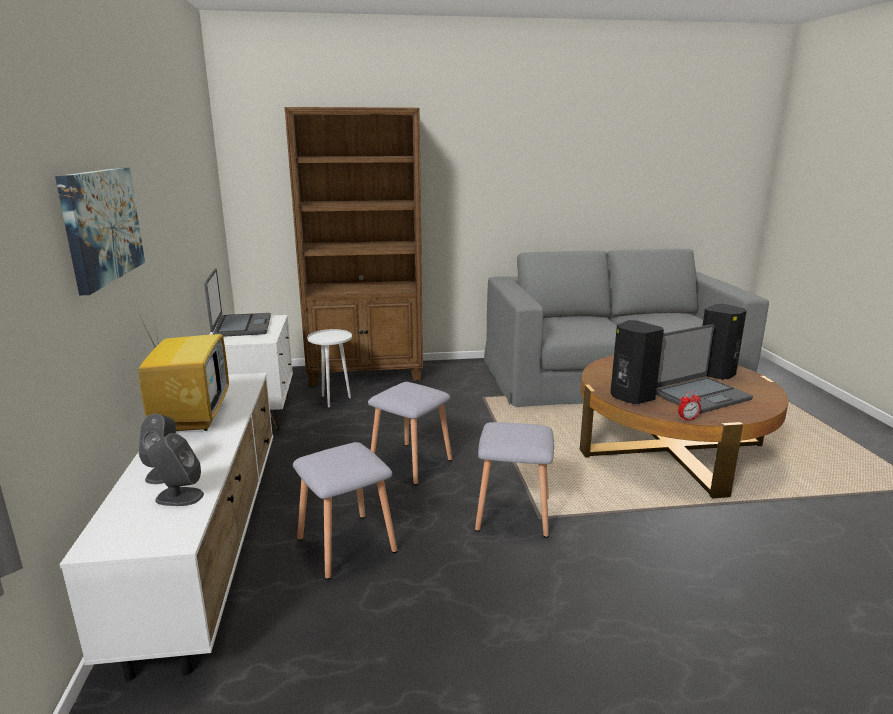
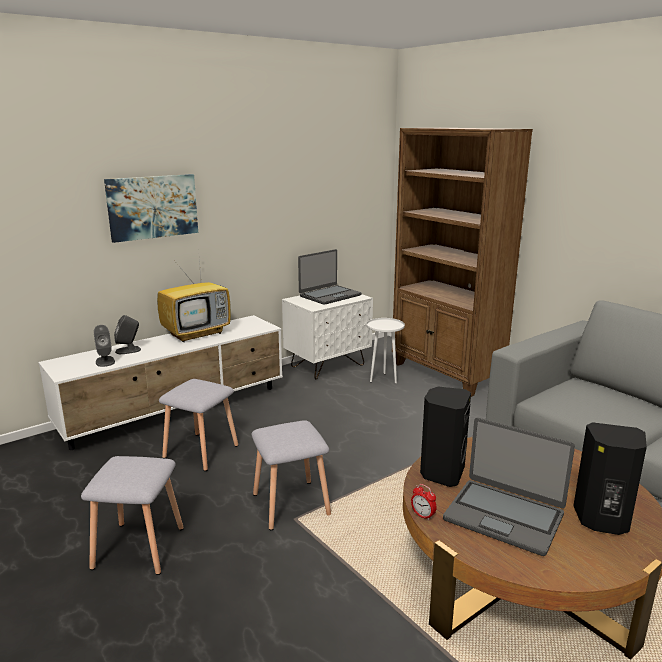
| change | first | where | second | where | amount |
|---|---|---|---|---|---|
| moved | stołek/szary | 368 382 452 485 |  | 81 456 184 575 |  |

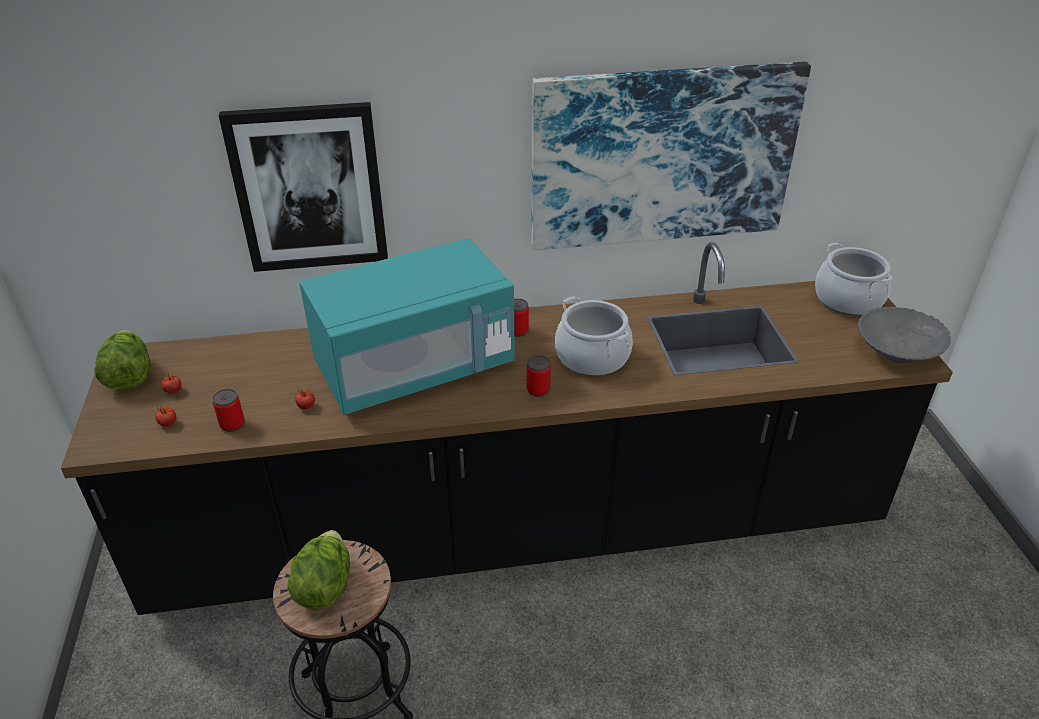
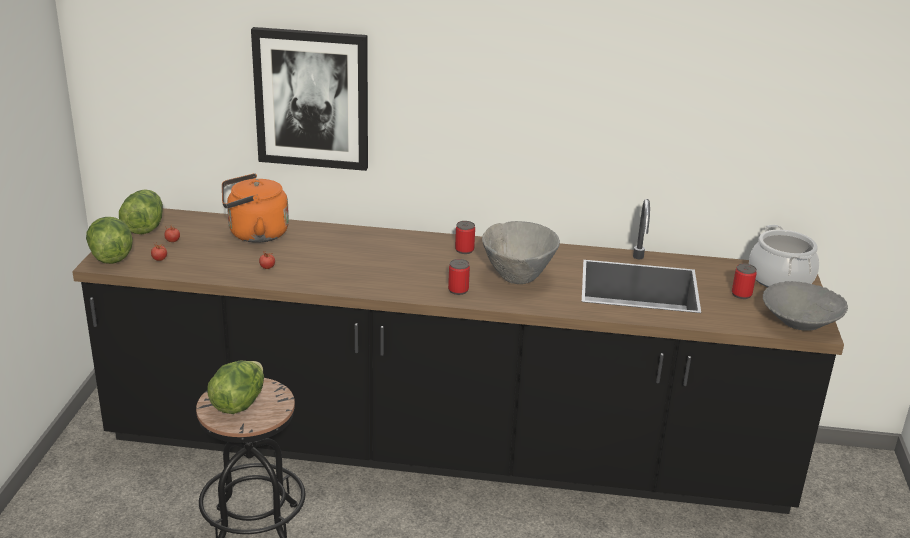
| change | first | where | second | where | amount |
|---|---|---|---|---|---|
| removed | obraz | 531 62 811 250 |  |  |  |
| removed | mikrofalówka/turkusowy | 300 238 515 415 |  |  |  |
| replaced | garnek | 555 296 633 376 | miska/szary | 482 221 560 284 |  |
| moved | puszka | 212 389 245 432 |  | 732 264 757 299 |  |
| added |  |  | czajnik/pomarańczowy | 222 173 289 243 |  |
| added |  |  | sałata | 86 217 133 264 |  |

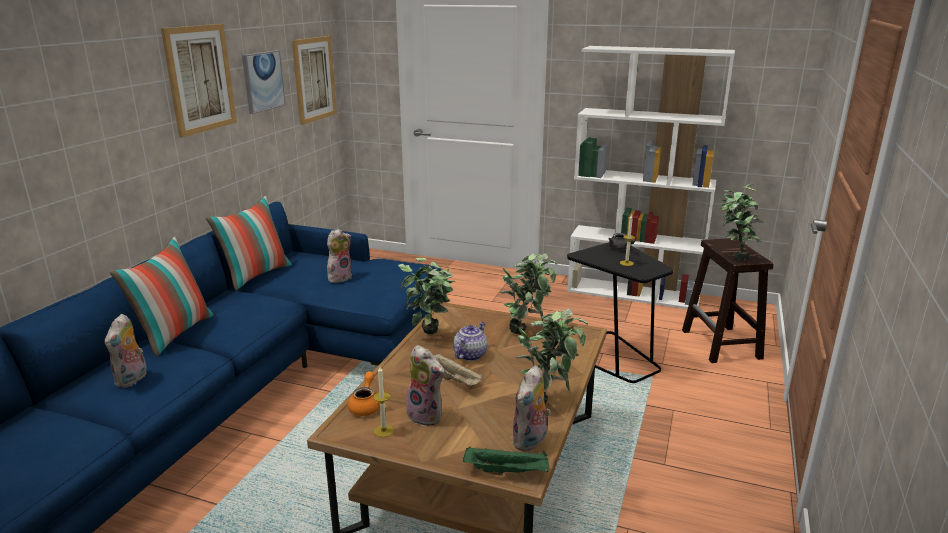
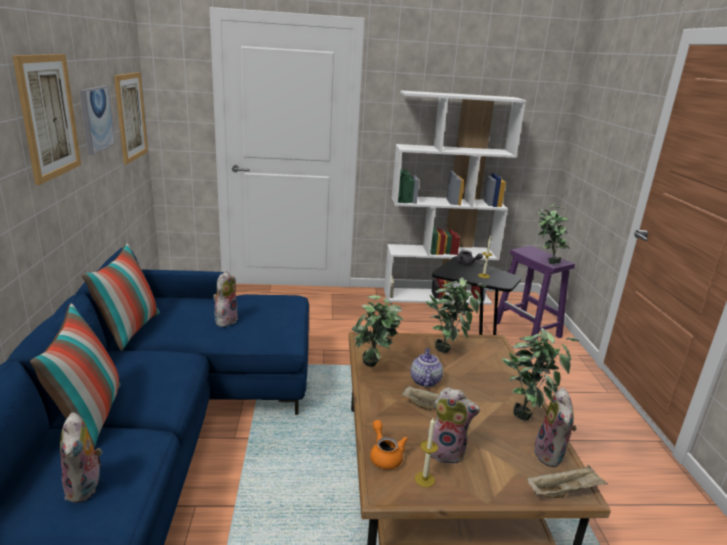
| change | first | where | second | where | amount |
|---|---|---|---|---|---|
| recoloured | stołek/brązowy | 682 238 774 363 | stołek/fioletowy | 497 246 575 344 |  |
| recoloured | taca/zielony | 463 447 549 476 | taca/beżowy | 527 465 608 498 |  |

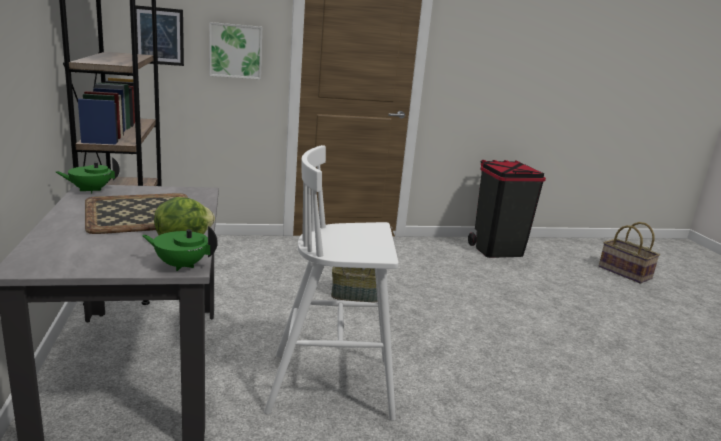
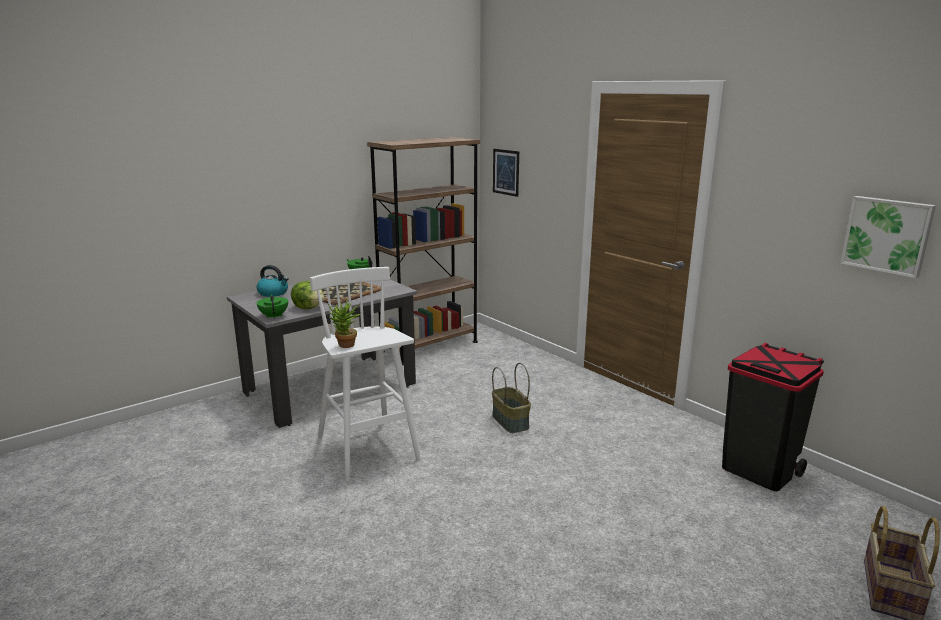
| change | first | where | second | where | amount |
|---|---|---|---|---|---|
| moved | obraz | 209 22 262 79 |  | 840 196 936 278 |  |
| added |  |  | czajnik | 257 265 288 297 |  |
| added |  |  | roślina doniczkowa | 328 299 361 348 |  |

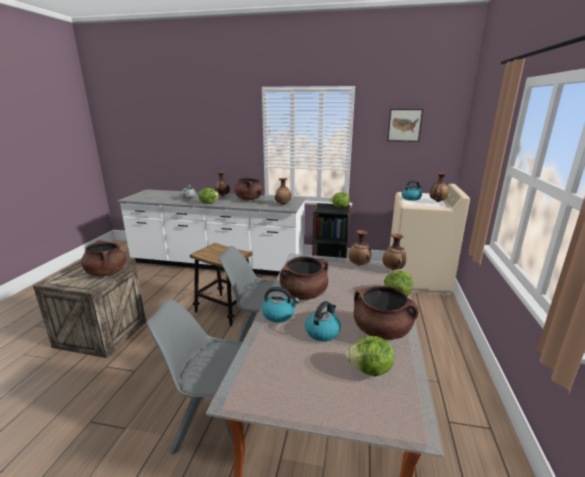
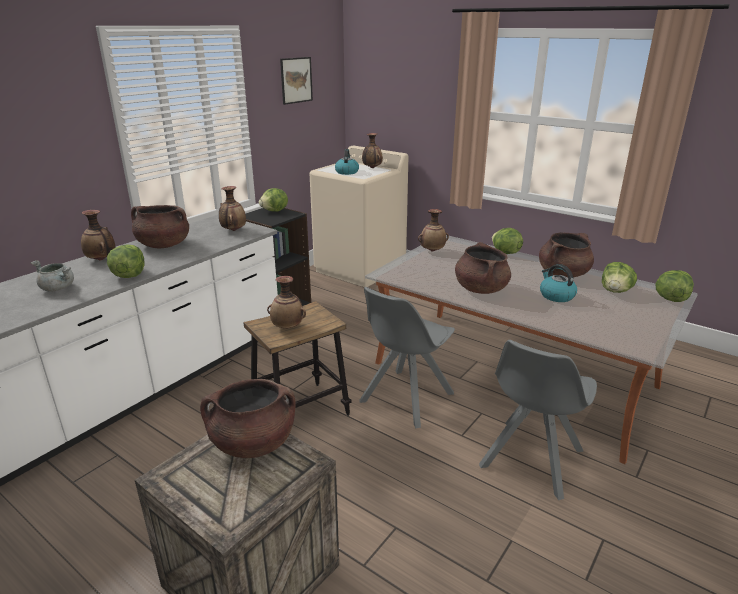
| change | first | where | second | where | amount |
|---|---|---|---|---|---|
| moved | wazon | 383 234 406 270 |  | 267 276 306 329 |  |
| removed | czajnik | 262 287 300 322 |  |  |  |
| added |  |  | sałata | 656 270 694 302 |  |

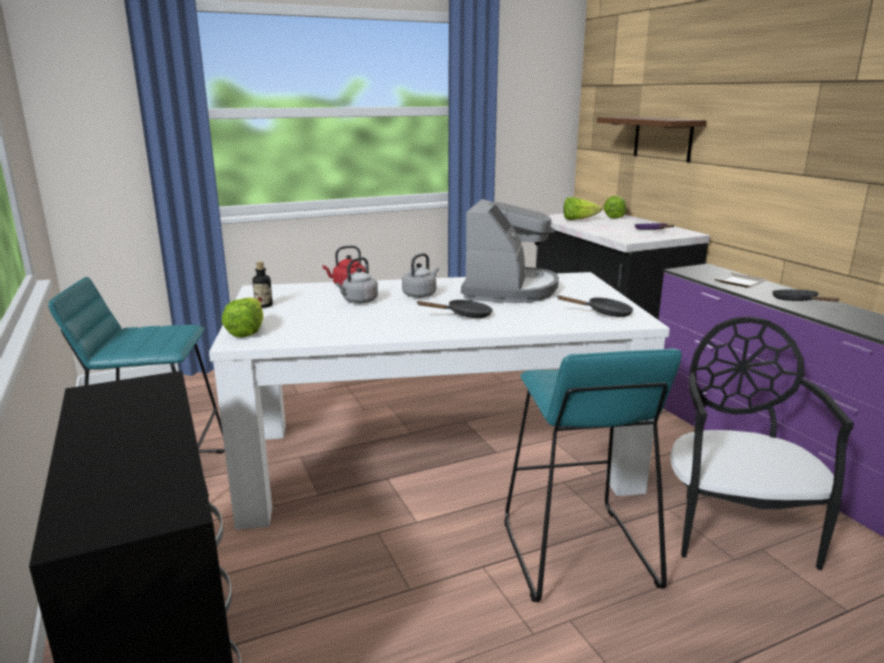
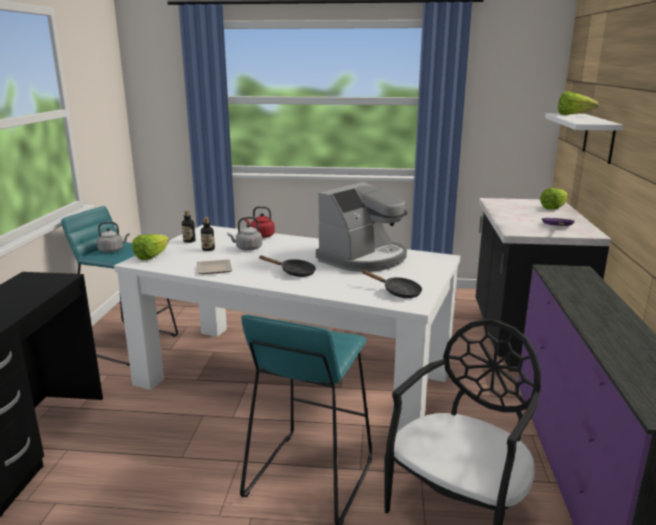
| change | first | where | second | where | amount |
|---|---|---|---|---|---|
| recoloured | półka/brązowy | 597 117 706 162 | półka/biały | 545 113 623 164 |  |
| moved | sałata | 563 197 602 220 |  | 558 91 599 115 |  |
| moved | czajnik/szary | 402 253 439 298 |  | 97 221 130 252 |  |
| moved | talerz | 714 272 767 288 |  | 197 259 232 274 |  |
| removed | patelnia/czarny | 772 289 840 302 |  |  |  |
| added |  |  | butelka | 201 217 215 251 |  |

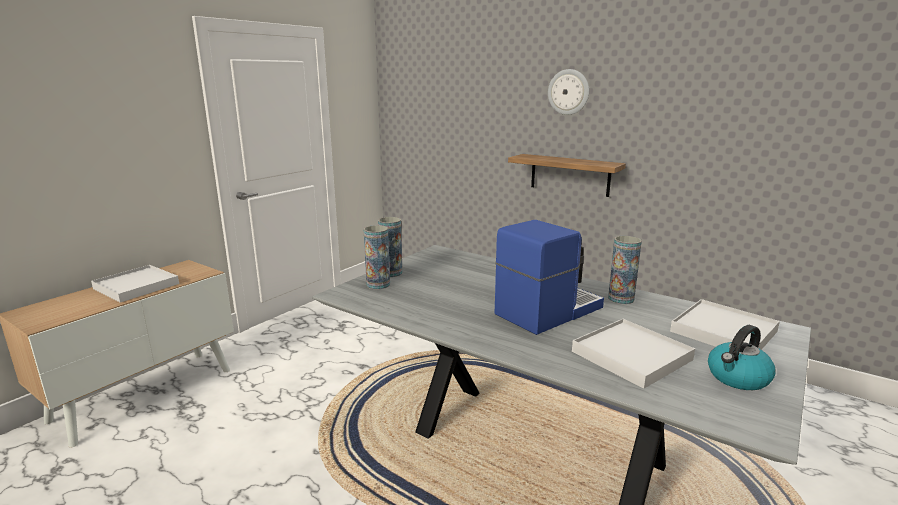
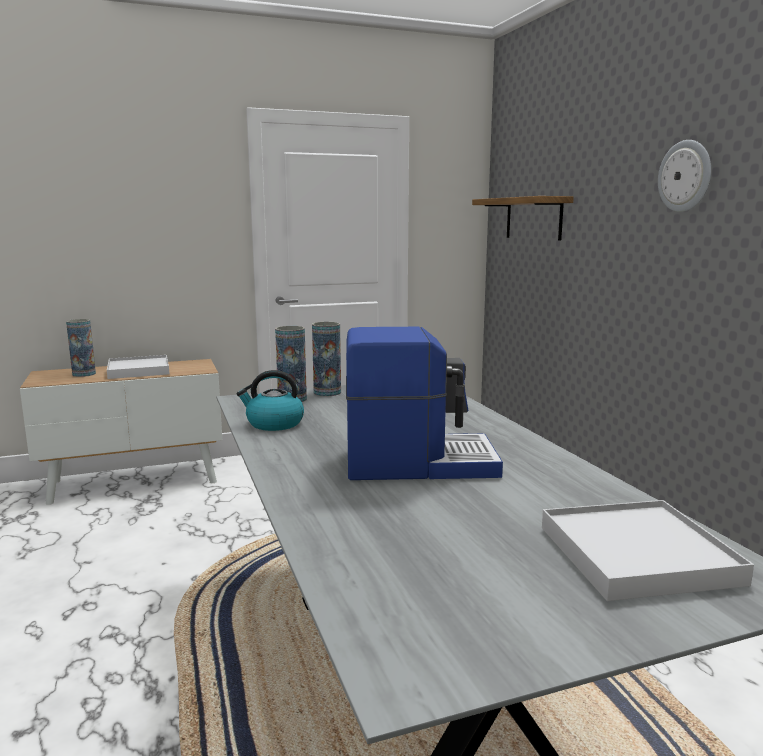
| change | first | where | second | where | amount |
|---|---|---|---|---|---|
| moved | półka | 508 154 626 197 |  | 472 196 574 241 |  |
| moved | wazon | 608 236 642 304 |  | 66 319 96 377 |  |
| removed | taca/biały | 572 319 695 389 |  |  |  |
| moved | czajnik | 708 325 775 390 |  | 236 370 304 431 |  |

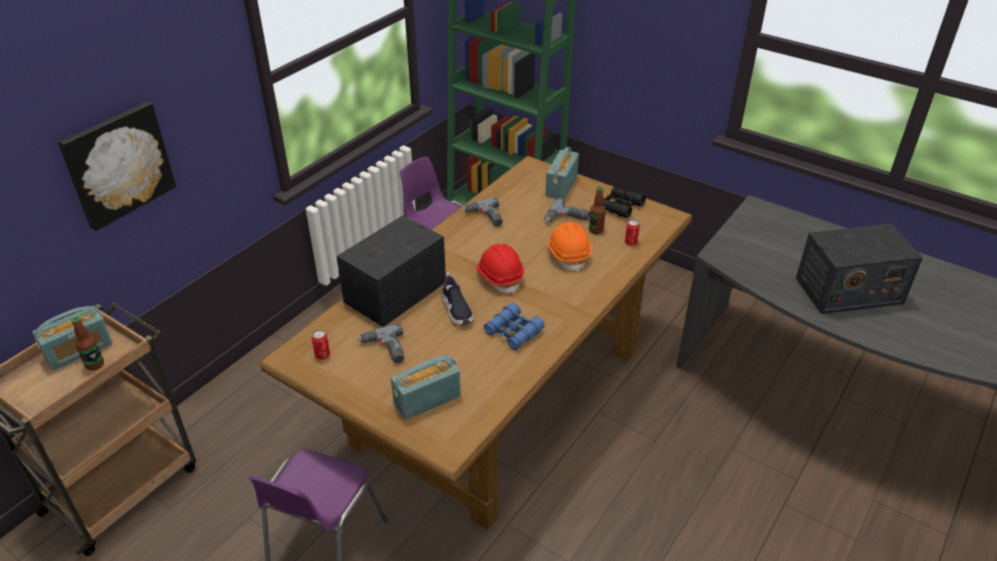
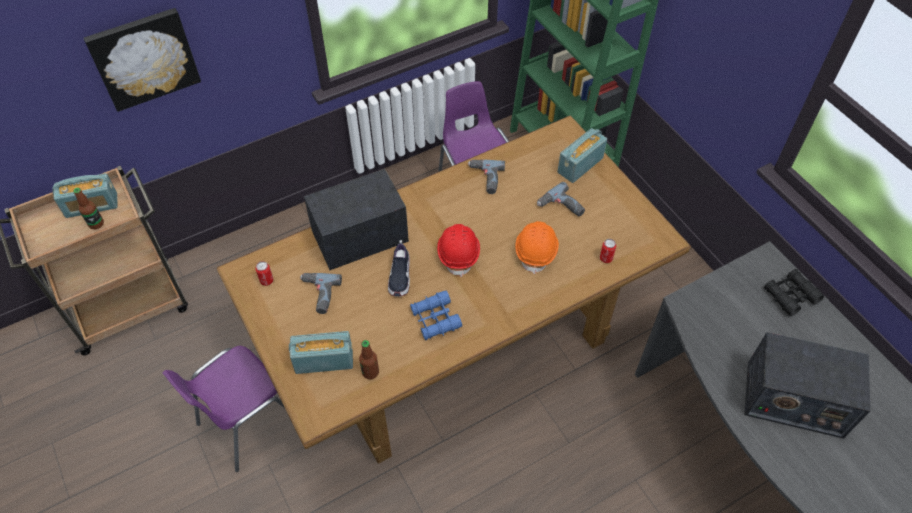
| change | first | where | second | where | amount |
|---|---|---|---|---|---|
| moved | butelka | 589 186 606 235 |  | 359 340 379 379 |  |
| moved | lornetka/czarny | 603 186 646 218 |  | 764 269 824 316 |  |

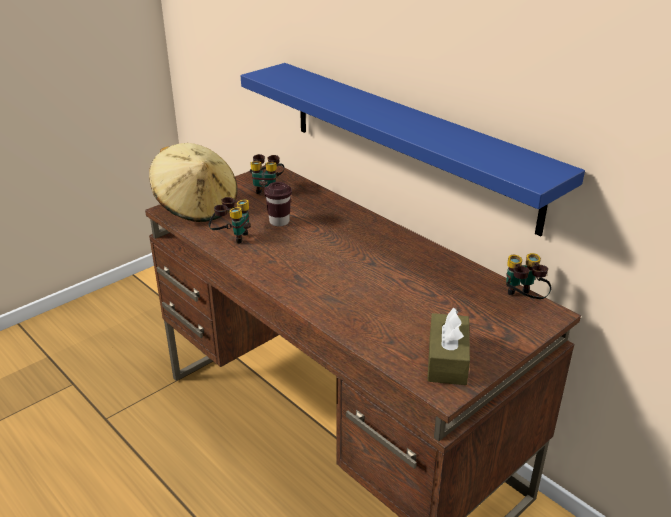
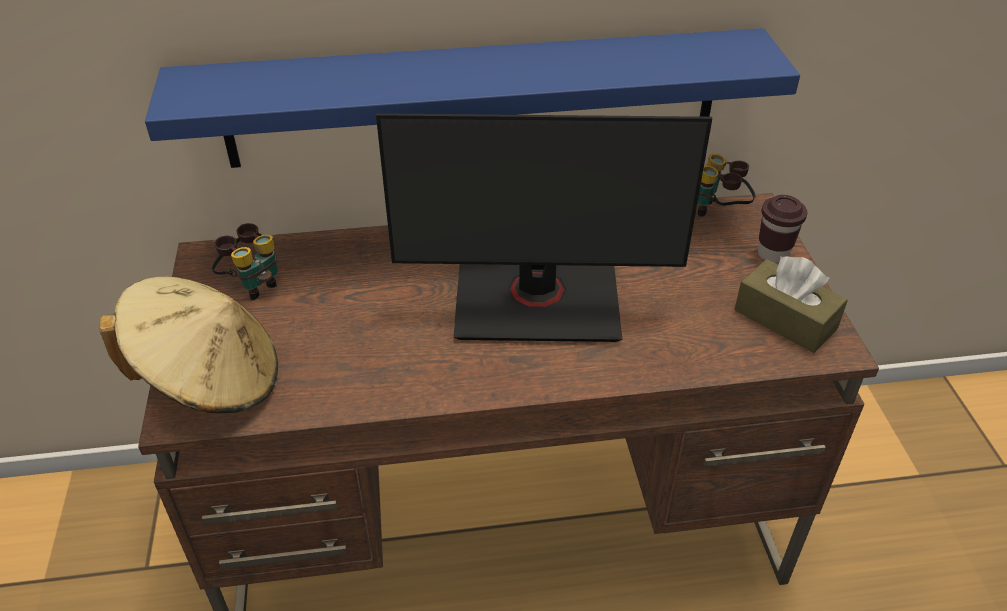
| change | first | where | second | where | amount |
|---|---|---|---|---|---|
| moved | filiżanka/brązowy | 264 182 292 227 |  | 758 195 807 264 |  |
| removed | lornetka | 209 197 251 244 |  |  |  |
| added |  |  | monitor | 376 113 712 342 |  |

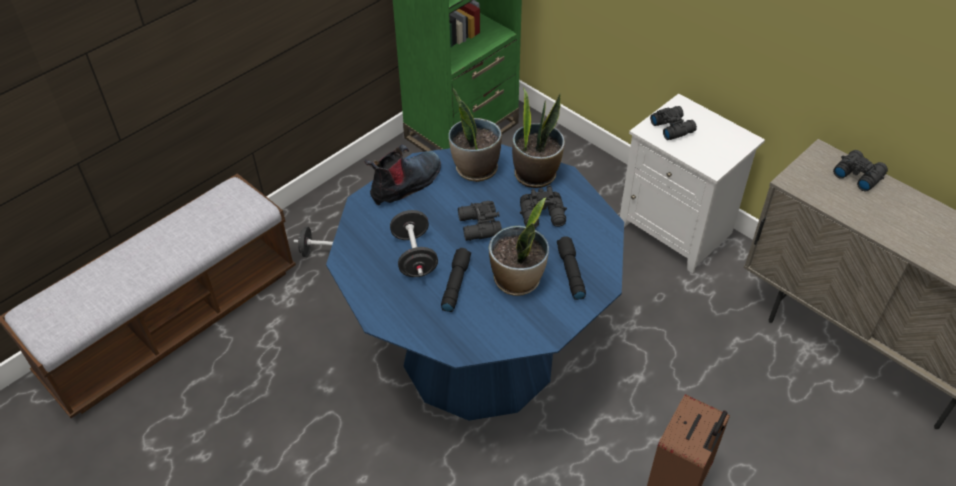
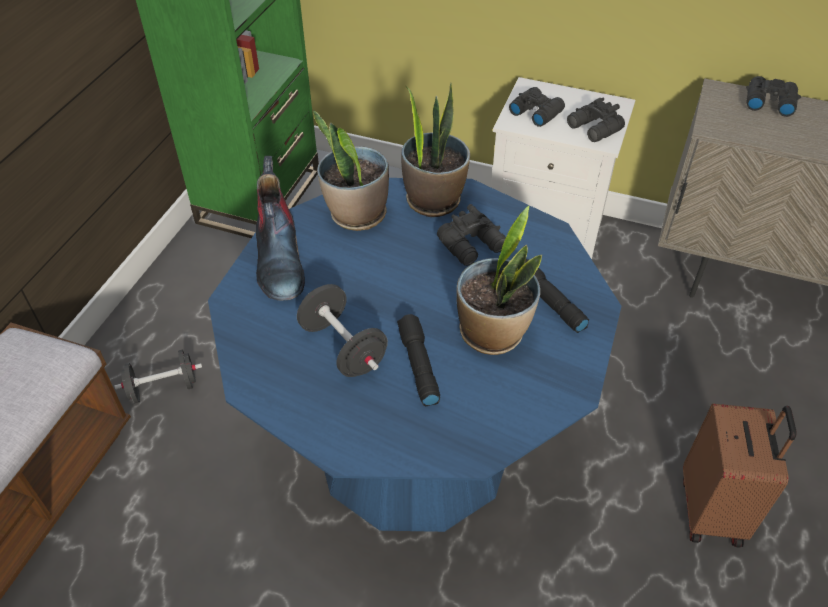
| change | first | where | second | where | amount |
|---|---|---|---|---|---|
| turned | but z cholewką | 364 145 441 205 |  | 256 156 305 301 | 150 degrees clockwise |
| moved | lornetka/czarny | 458 201 502 241 |  | 567 98 625 142 |  |

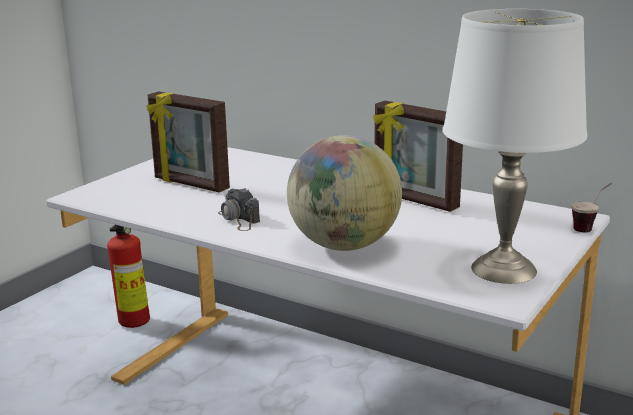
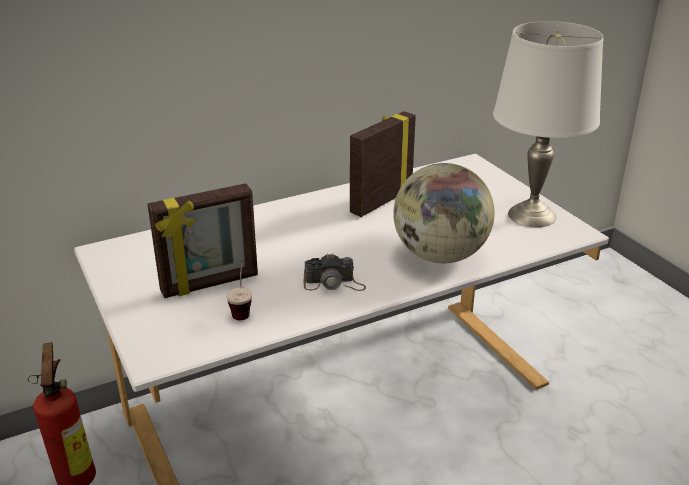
| change | first | where | second | where | amount |
|---|---|---|---|---|---|
| turned | ramka na zdjęcie | 373 101 463 212 |  | 350 111 416 217 | 150 degrees clockwise |
| moved | filiżanka | 572 183 612 232 |  | 226 261 252 320 |  |

